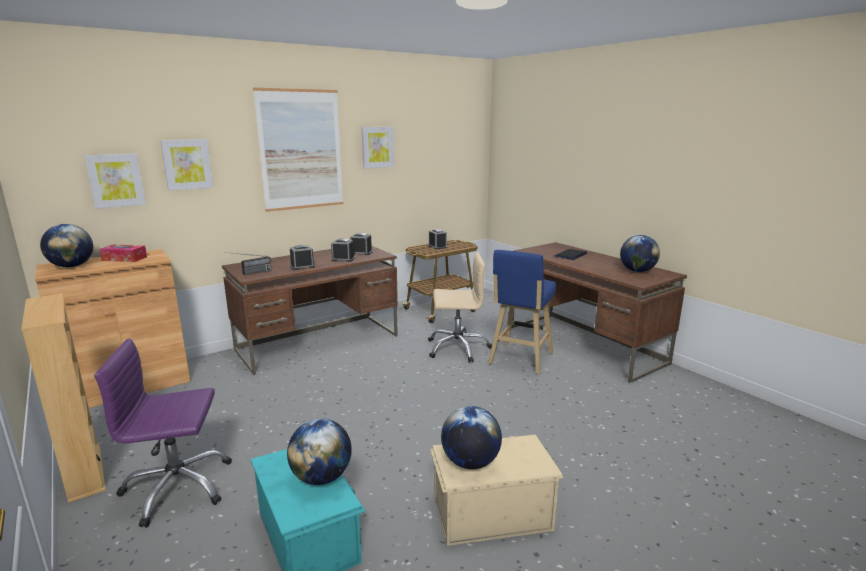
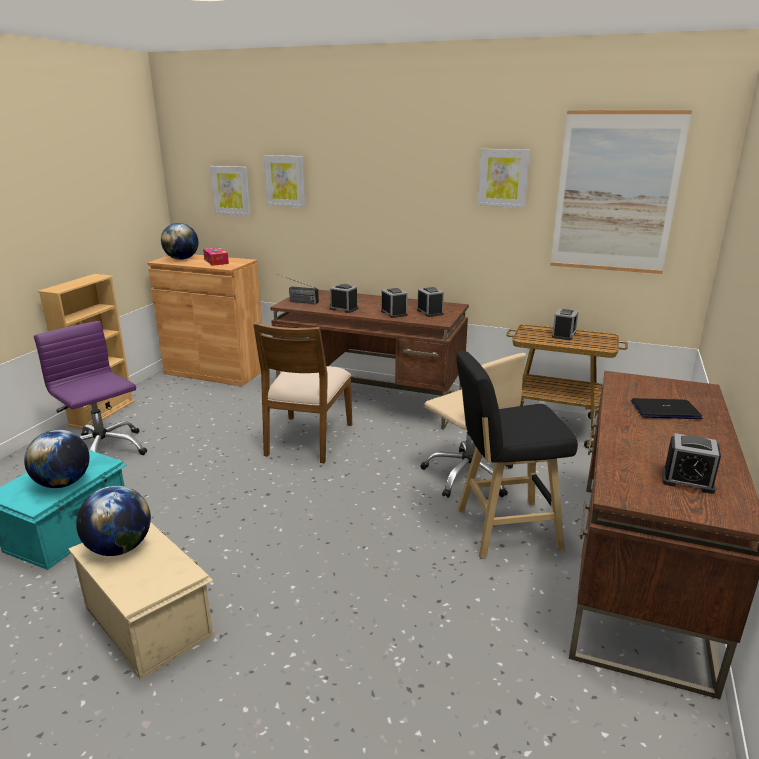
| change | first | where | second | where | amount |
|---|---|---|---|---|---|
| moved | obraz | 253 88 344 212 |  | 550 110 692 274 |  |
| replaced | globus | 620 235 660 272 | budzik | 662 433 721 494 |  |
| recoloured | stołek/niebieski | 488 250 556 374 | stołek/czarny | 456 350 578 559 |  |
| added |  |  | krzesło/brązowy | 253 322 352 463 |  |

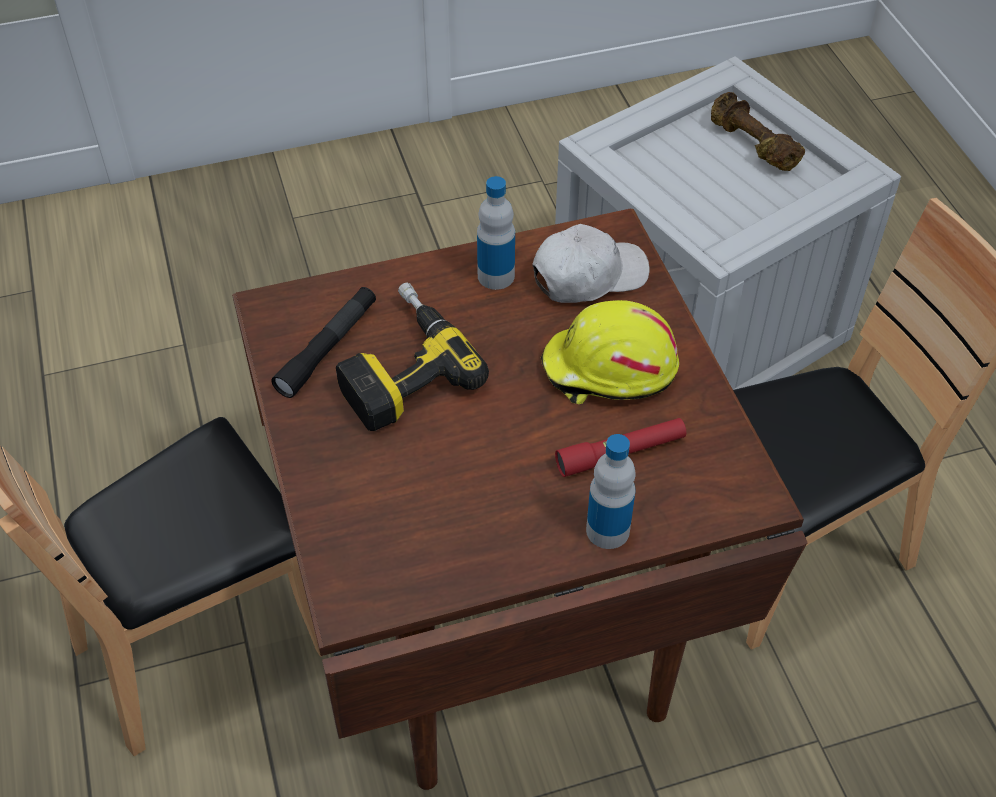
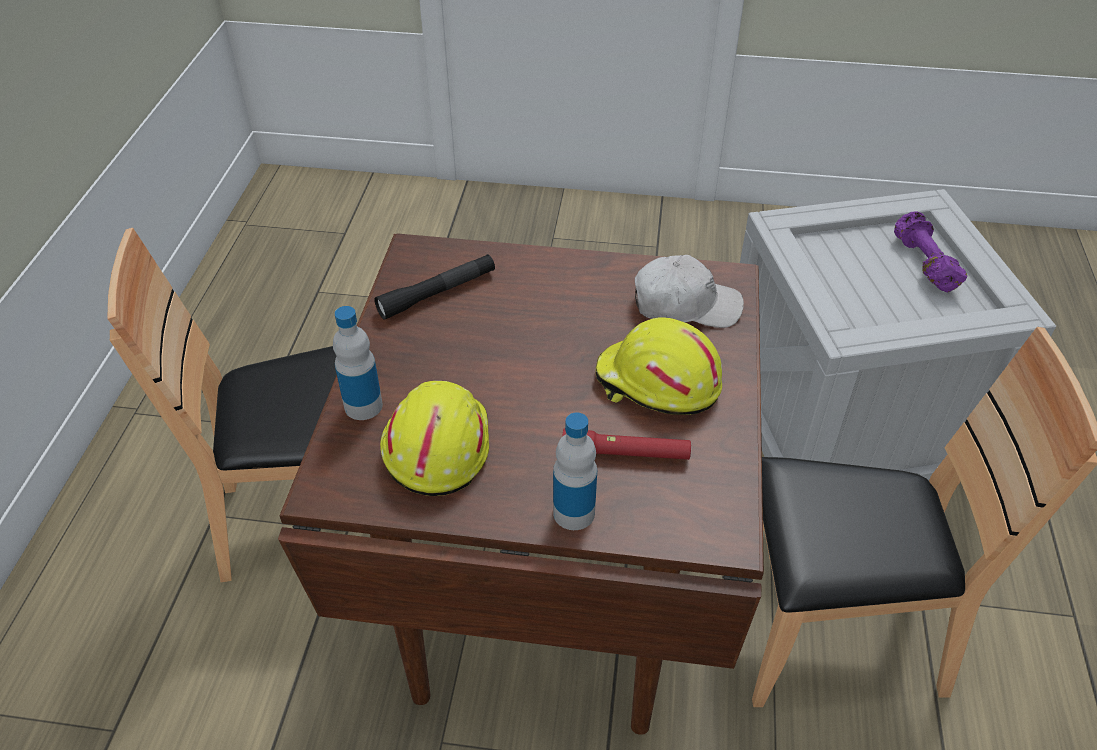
| change | first | where | second | where | amount |
|---|---|---|---|---|---|
| recoloured | hantel/brązowy | 711 92 805 171 | hantel/fioletowy | 894 212 967 292 |  |
| moved | butelka | 477 176 515 290 |  | 333 306 383 420 |  |
| removed | wiertarka | 336 282 489 431 |  |  |  |
| added |  |  | kask/żółty | 380 381 489 496 |  |

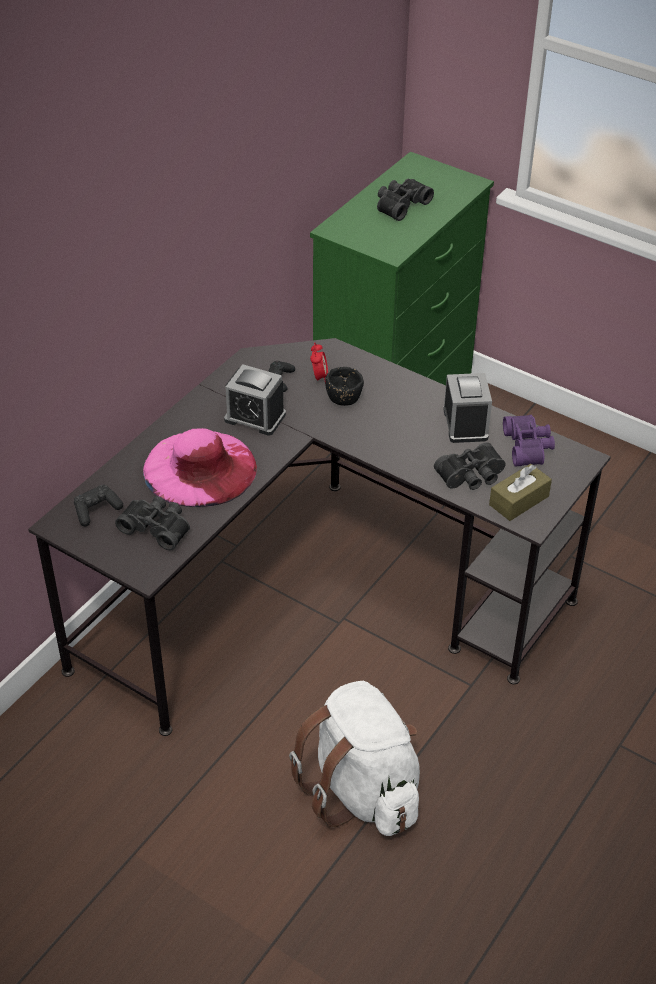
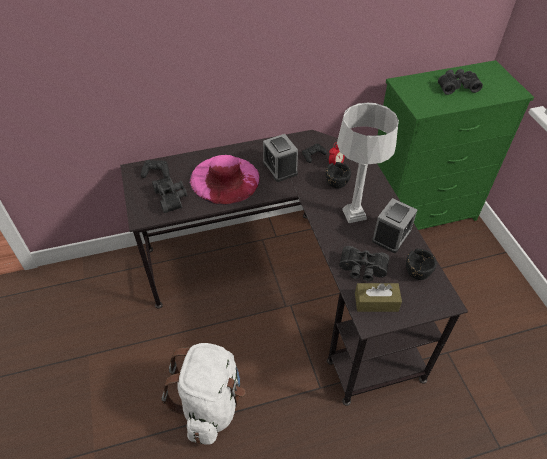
| change | first | where | second | where | amount |
|---|---|---|---|---|---|
| replaced | lornetka/fioletowy | 503 415 555 467 | miska/czarny | 406 249 437 280 |  |
| added |  |  | lampa stołowa/szary | 337 103 399 223 |  |

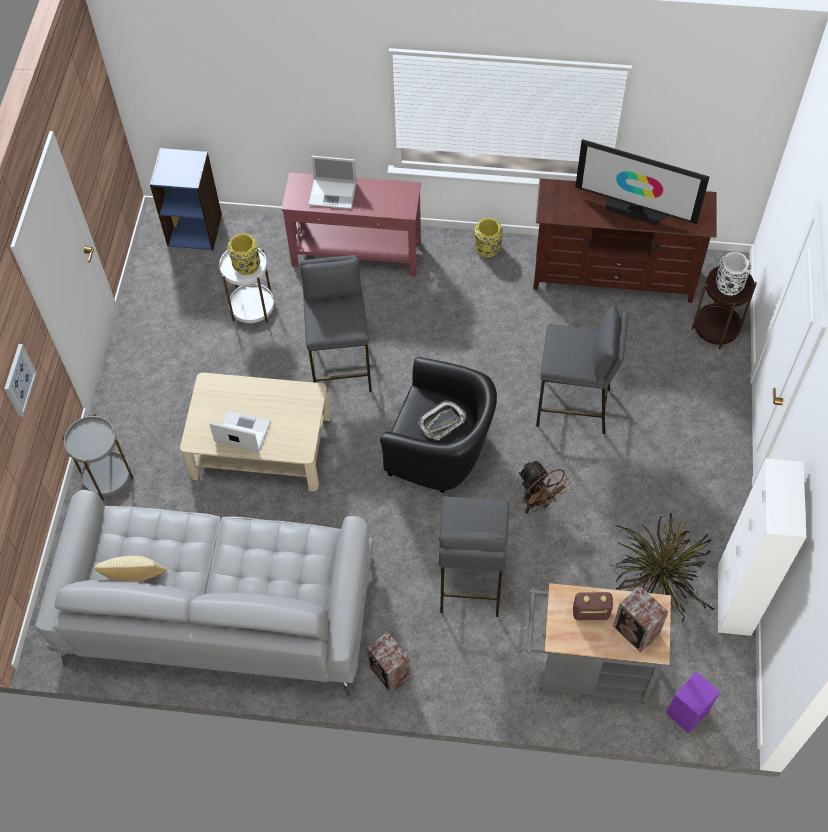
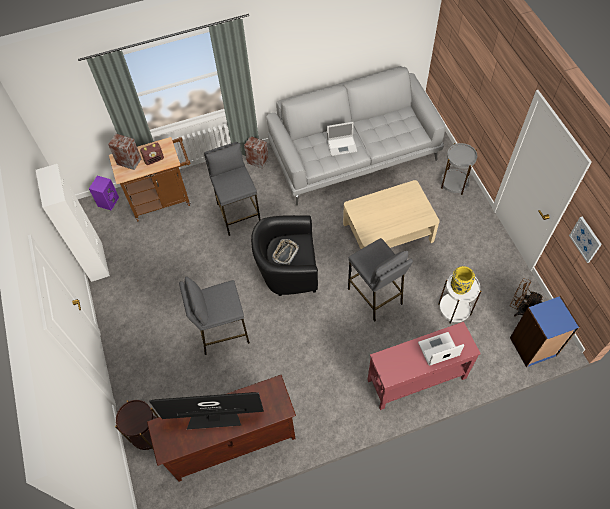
| change | first | where | second | where | amount |
|---|---|---|---|---|---|
| removed | wazon/żółty | 475 218 503 257 |  |  |  |
| removed | wazon/biały | 716 252 751 296 |  |  |  |
| moved | obraz | 4 344 37 417 |  | 569 217 602 263 |  |
| moved | laptop | 209 410 271 452 |  | 327 122 358 156 |  |
| moved | wentylator/brązowy | 519 461 571 513 |  | 510 278 543 317 |  |
| removed | roślina doniczkowa | 610 513 714 622 |  |  |  |
| removed | poduszka | 93 556 167 582 |  |  |  |
| recoloured | wózek/szary | 525 583 671 704 | wózek/brązowy | 109 137 191 222 |  |

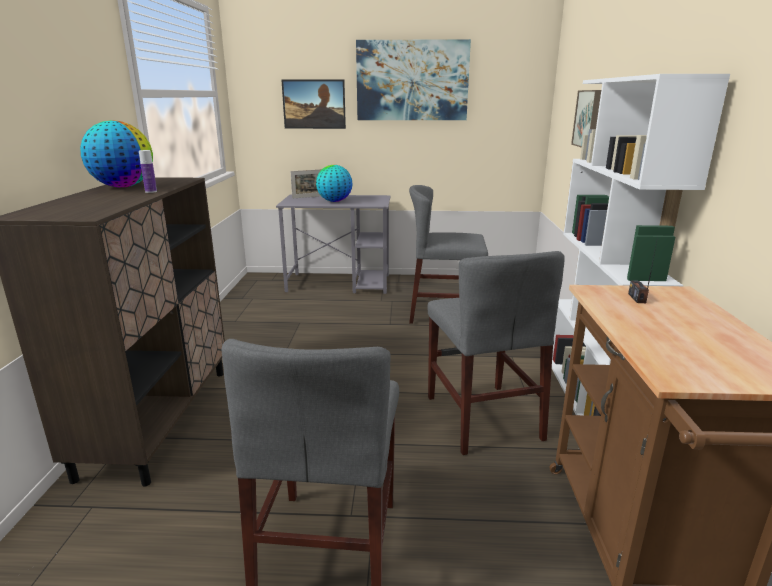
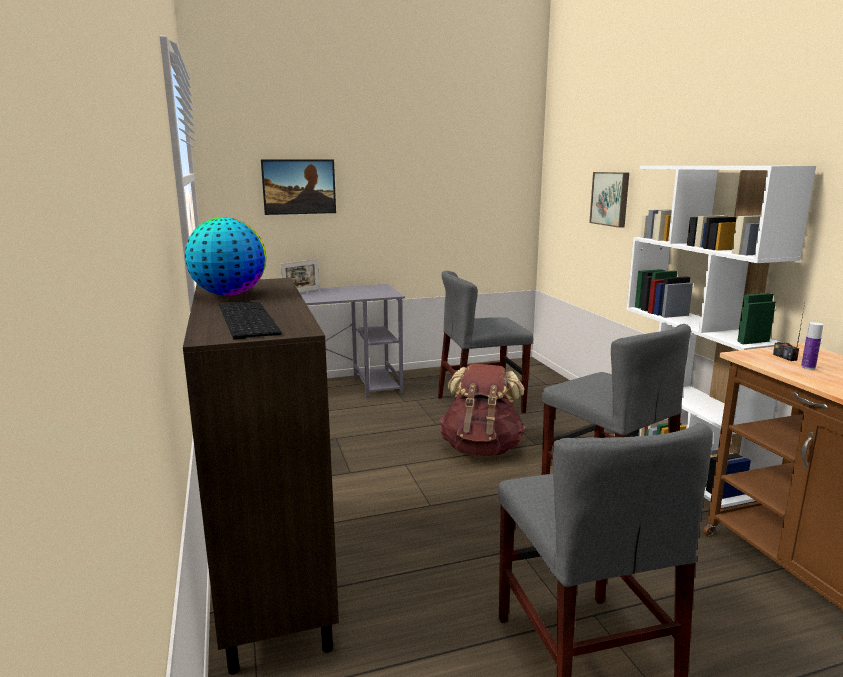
| change | first | where | second | where | amount |
|---|---|---|---|---|---|
| removed | obraz | 356 39 471 120 |  |  |  |
| moved | butelka | 139 150 157 193 |  | 801 322 823 369 |  |
| removed | globus | 316 165 353 202 |  |  |  |
| added |  |  | klawiatura | 219 301 282 340 |  |
| added |  |  | plecak/brązowy | 439 364 525 456 |  |

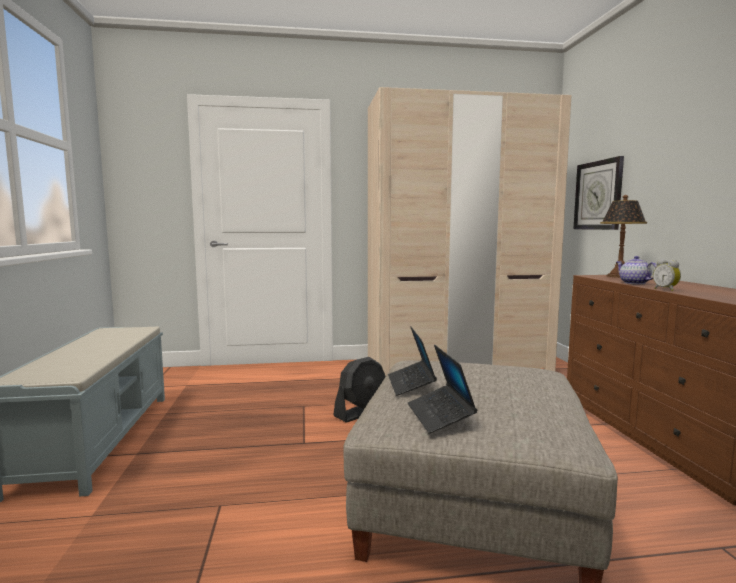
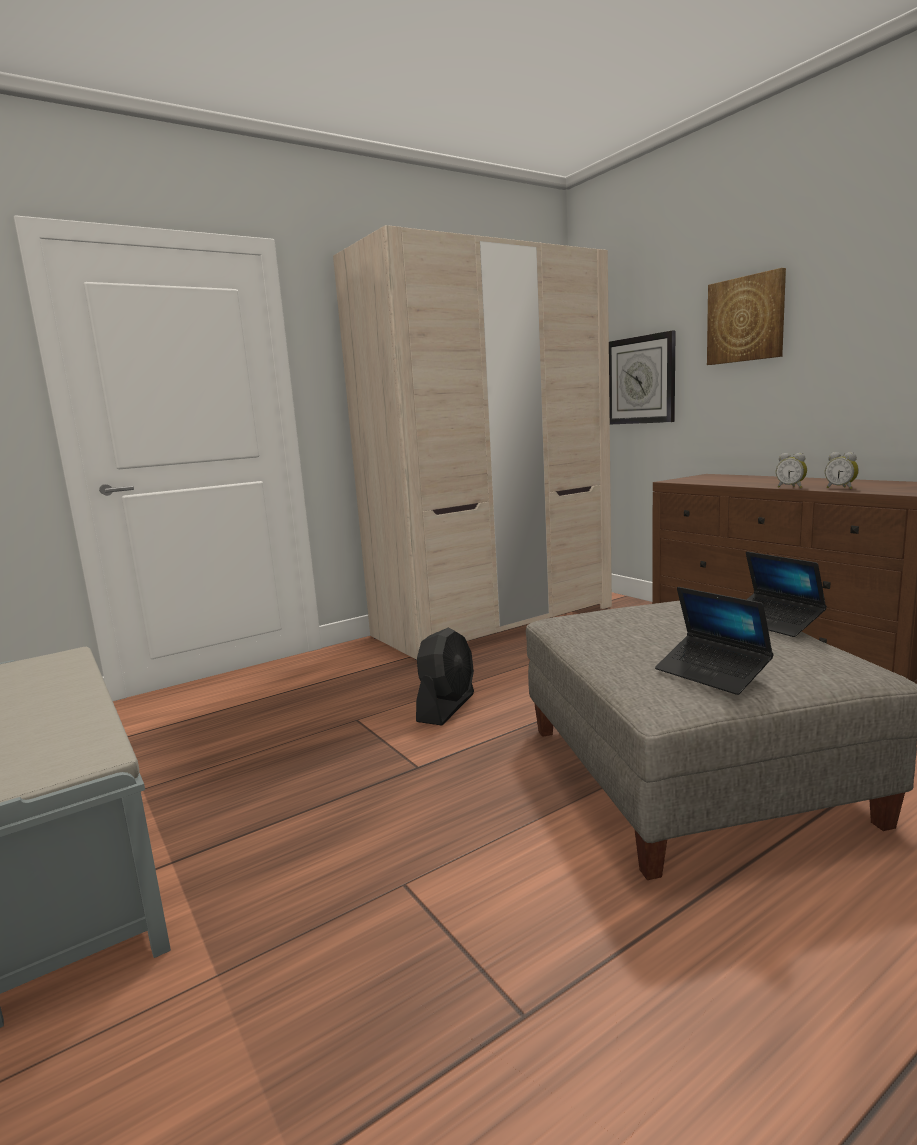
| change | first | where | second | where | amount |
|---|---|---|---|---|---|
| removed | lampa stołowa | 600 195 647 278 |  |  |  |
| removed | imbryk | 616 256 657 284 |  |  |  |
| moved | laptop | 388 326 437 396 |  | 746 551 827 637 |  |
| added |  |  | obraz | 707 268 786 365 |  |
| added |  |  | budzik | 825 452 859 489 |  |

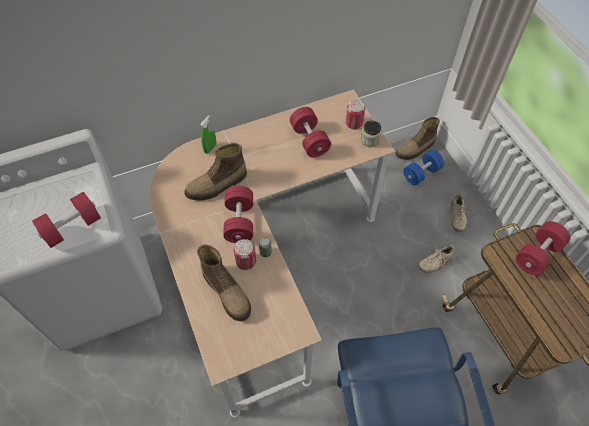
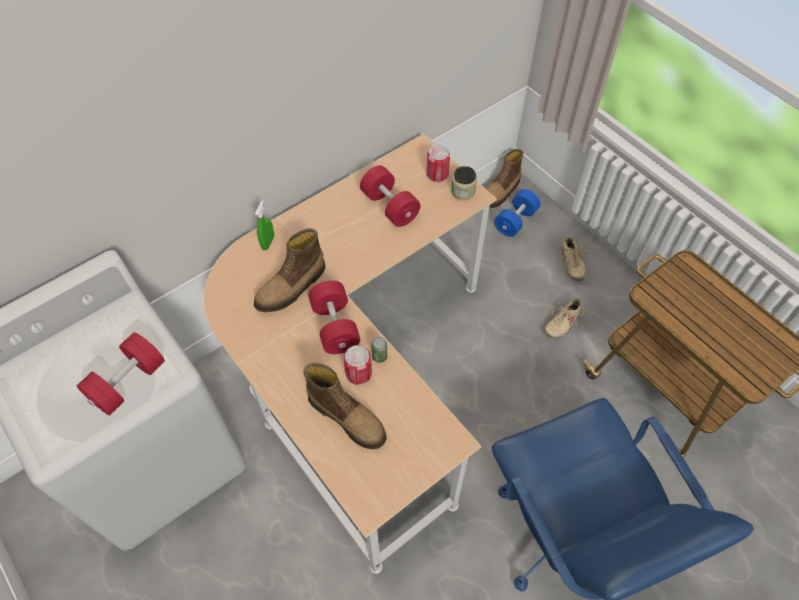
| change | first | where | second | where | amount |
|---|---|---|---|---|---|
| removed | hantel/czerwony | 516 221 570 275 |  |  |  |

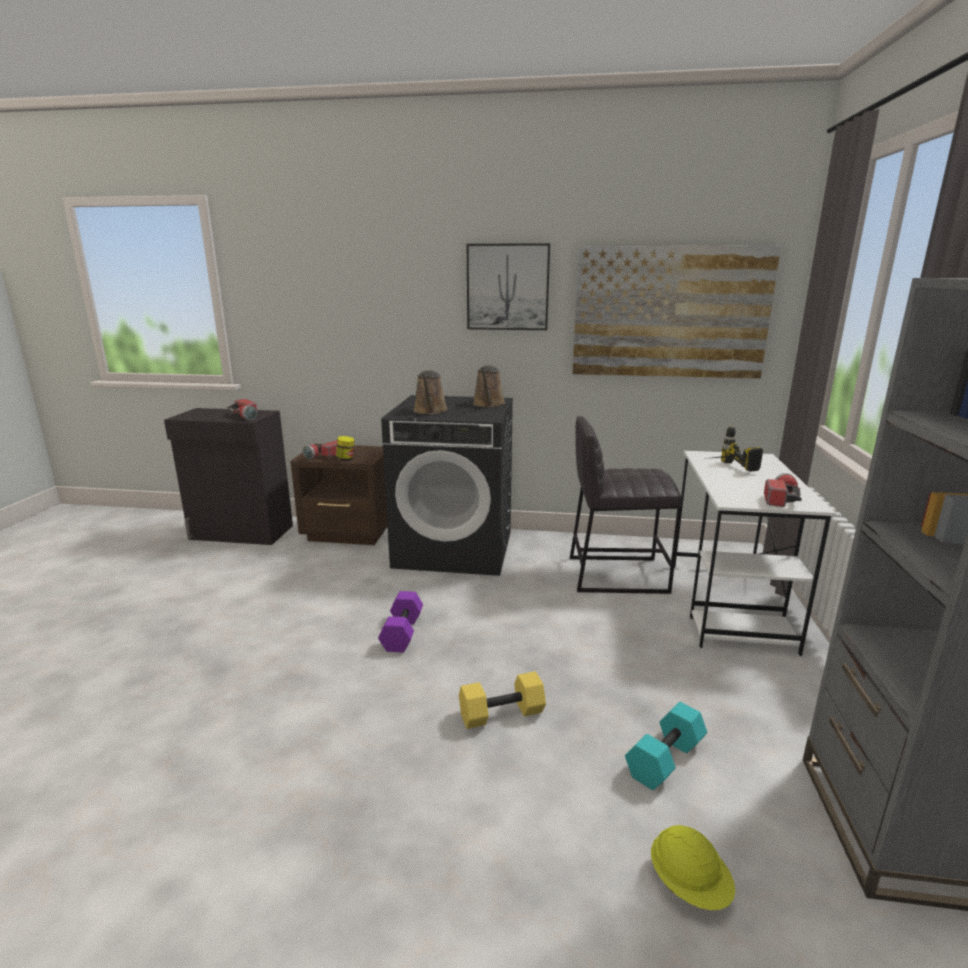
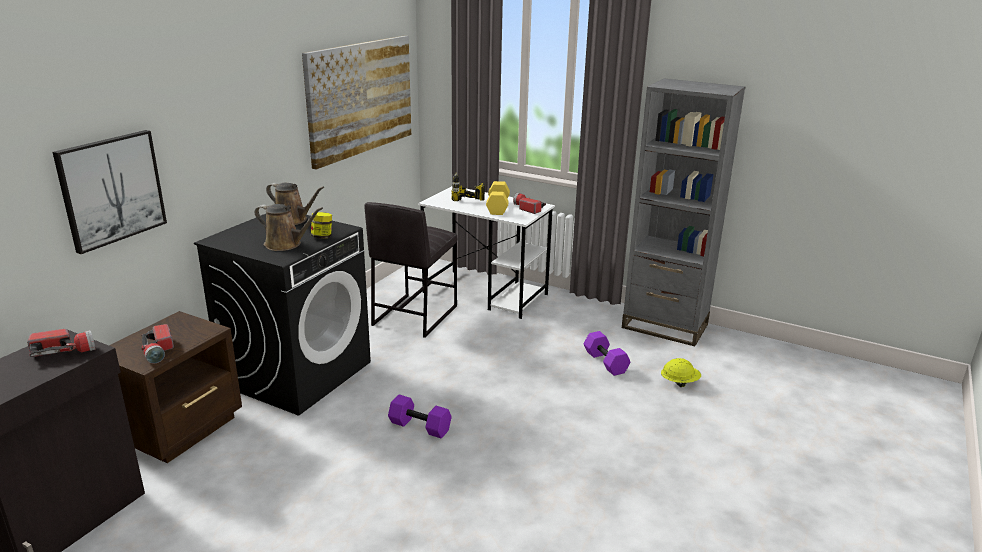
| change | first | where | second | where | amount |
|---|---|---|---|---|---|
| moved | obraz | 467 243 550 330 |  | 53 130 167 254 |  |
| moved | słoik | 336 436 355 461 |  | 311 212 332 239 |  |
| moved | hantel/żółty | 459 671 546 729 |  | 486 181 510 215 |  |
| recoloured | hantel/turkusowy | 625 702 707 790 | hantel/fioletowy | 584 331 631 376 |  |

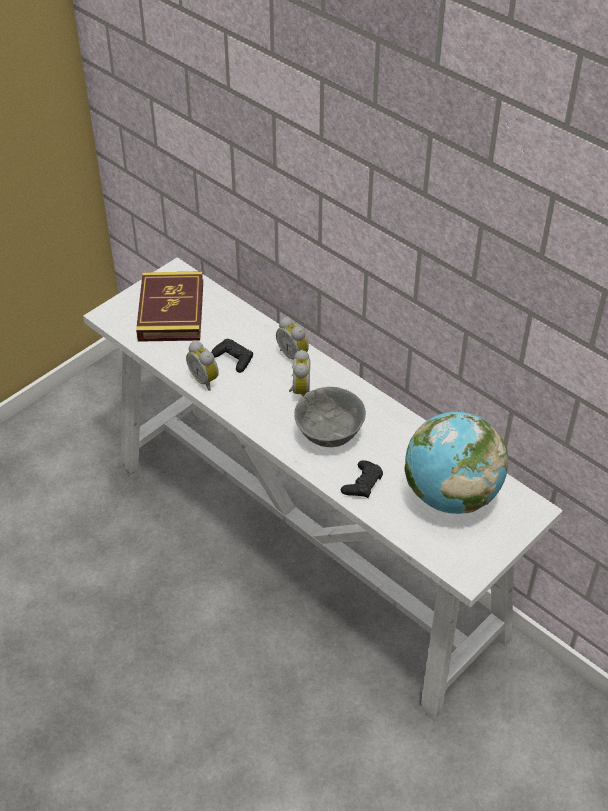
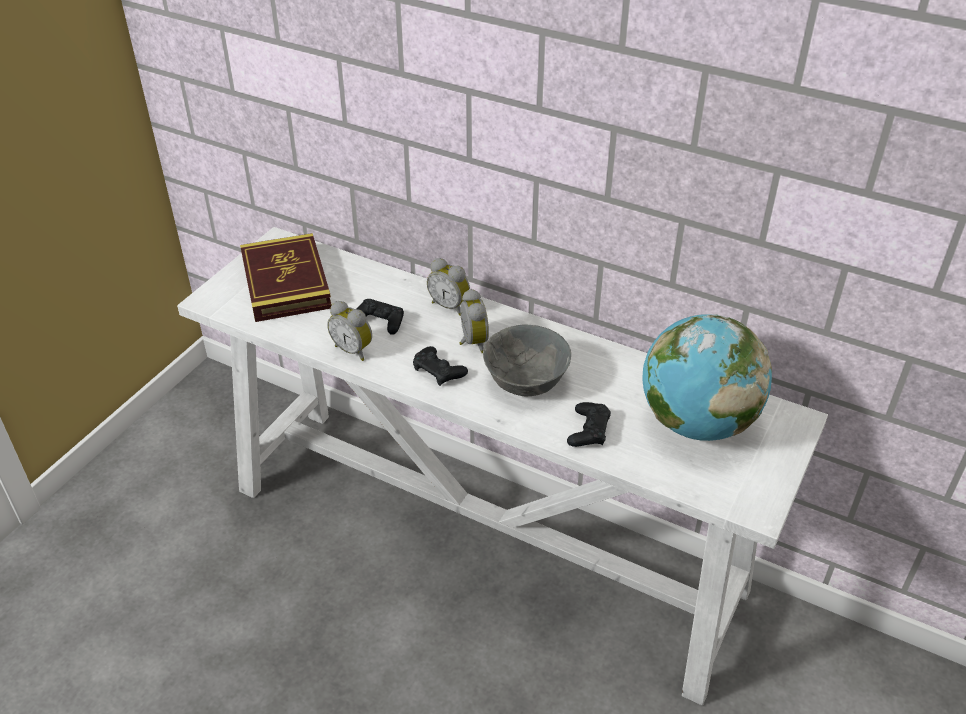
| change | first | where | second | where | amount |
|---|---|---|---|---|---|
| added |  |  | pad do gier/czarny | 413 346 468 386 |  |

